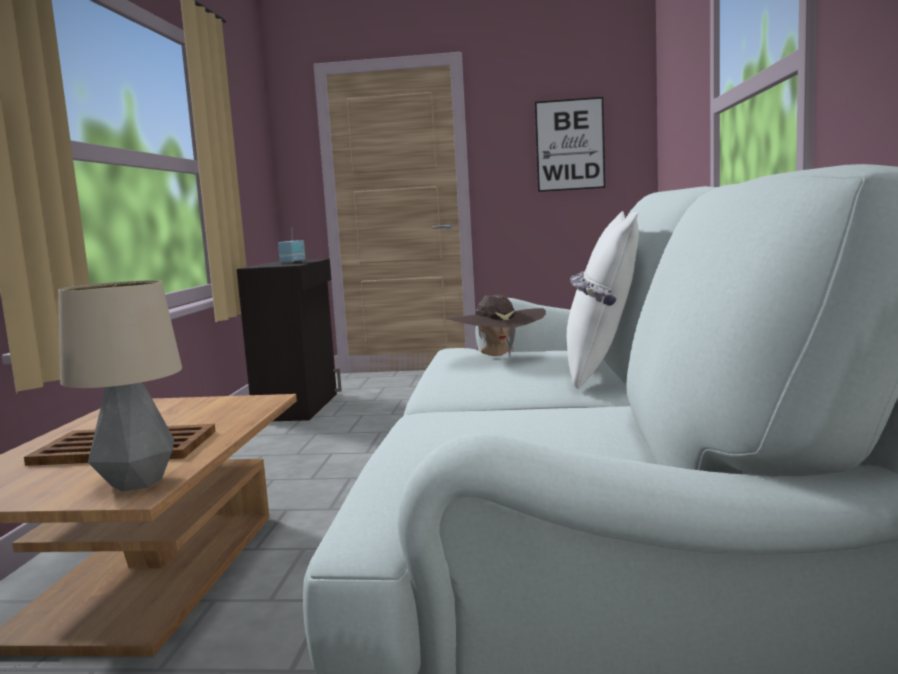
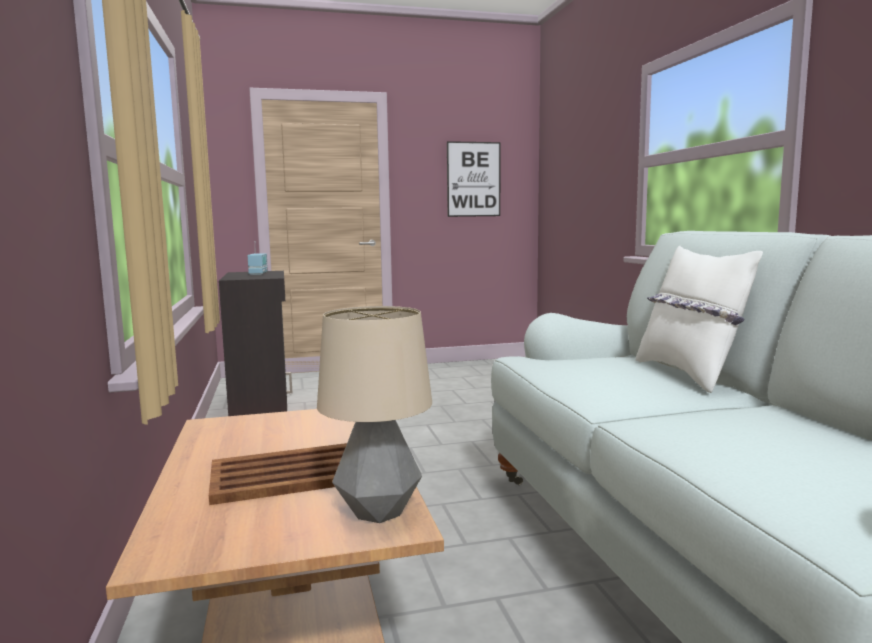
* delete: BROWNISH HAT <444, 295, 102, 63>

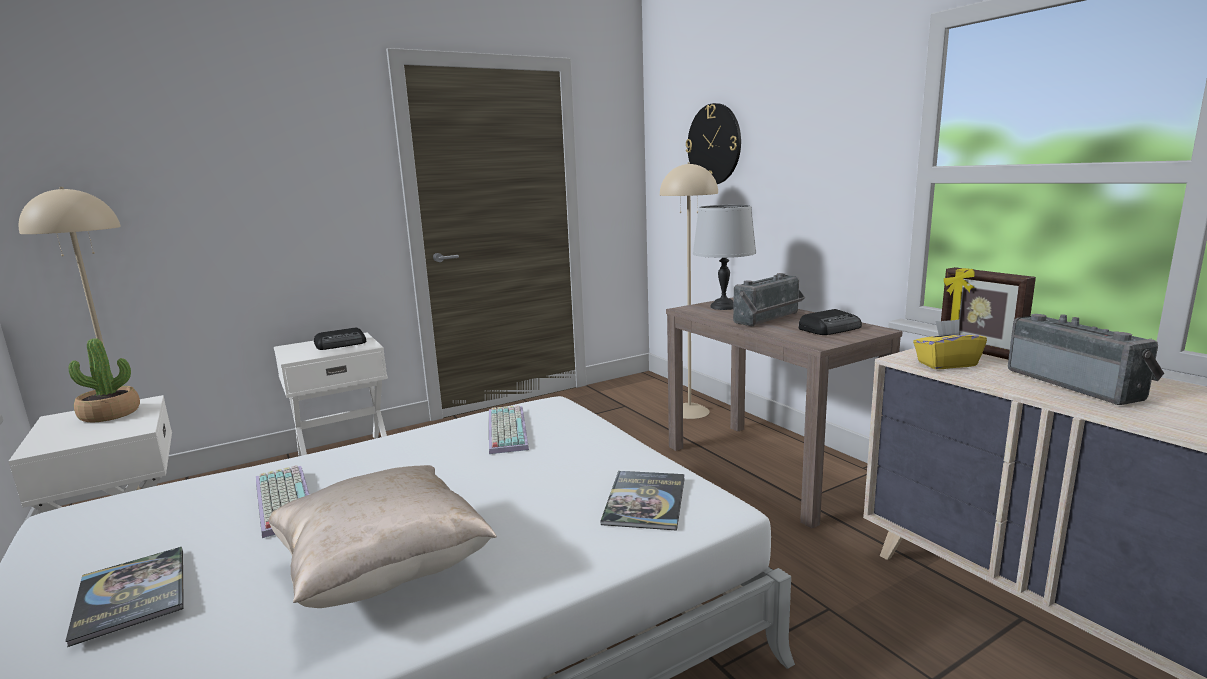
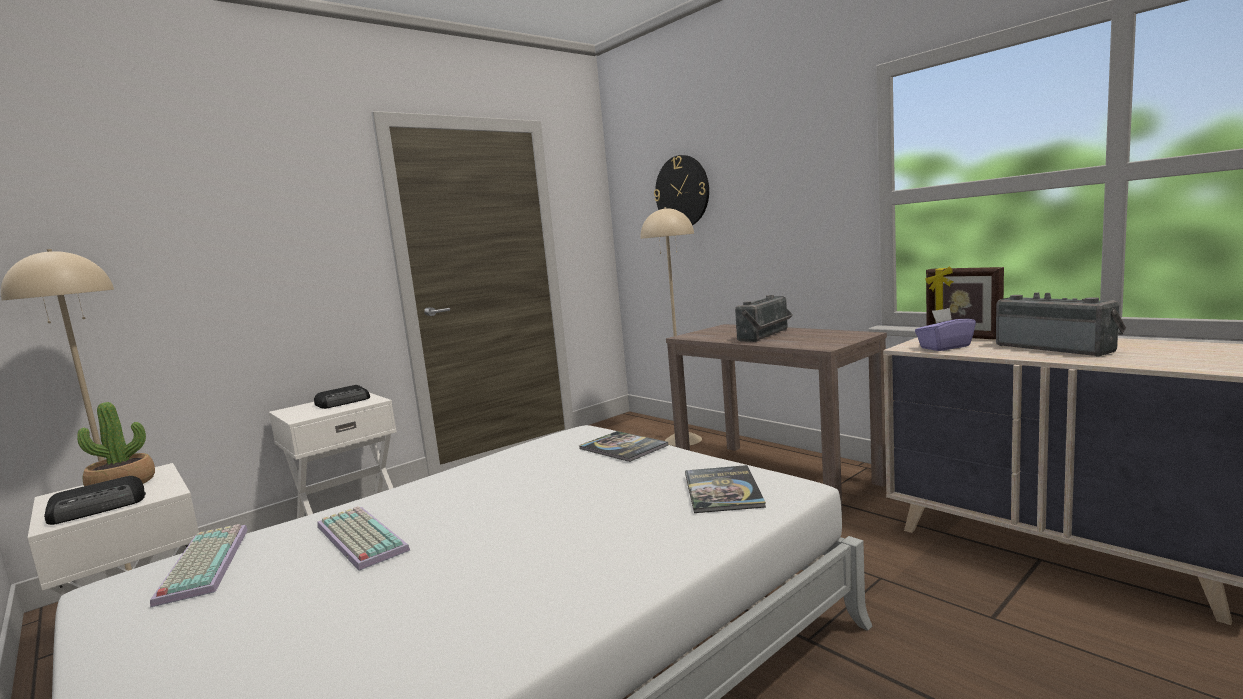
* delete: SAND-COLOURED PILLOW <269, 465, 228, 143>
* delete: GREY TABLETOP LAMP <693, 205, 63, 105>
* move: VOLUME <65, 547, 119, 100> to <579, 431, 89, 31>
* move: KEYBOARD <489, 405, 40, 49> to <150, 524, 98, 84>
* move: RADIO SET <799, 309, 63, 26> to <44, 476, 102, 49>
* recolor: YELLOWISH TISSUE BOX <913, 319, 74, 50> to PURPLISH TISSUE BOX <915, 308, 61, 43>

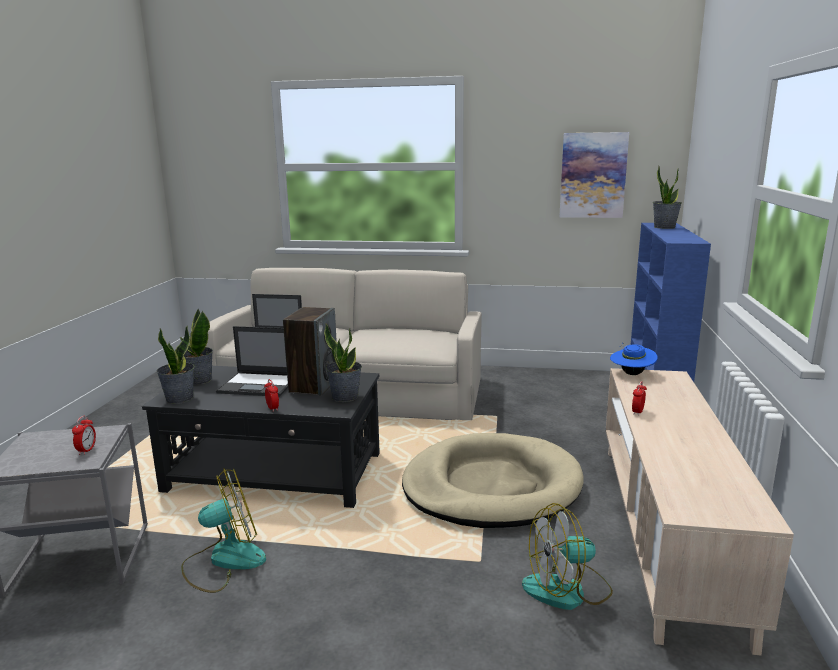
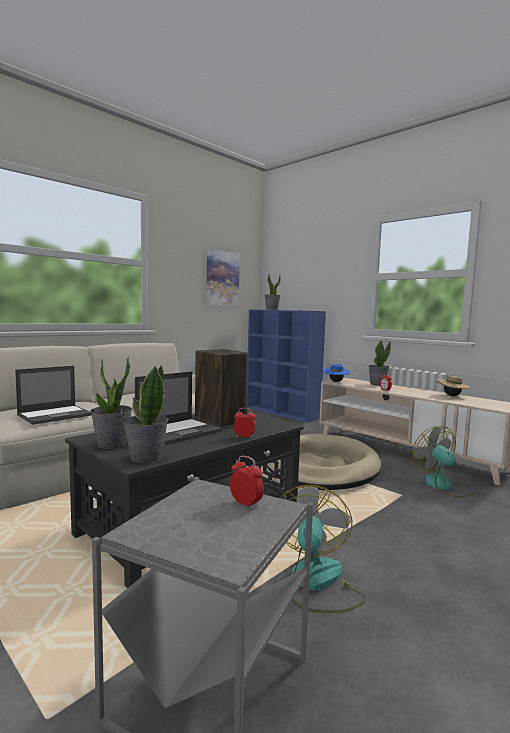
* insert: SAND-COLOURED HAT <437, 375, 33, 21>
* move: POTTED PLANT <324, 323, 38, 79> to <368, 340, 23, 46>
* rotate: COOLING FAN <522, 503, 91, 107> = <412, 426, 65, 72> 135 degrees clockwise

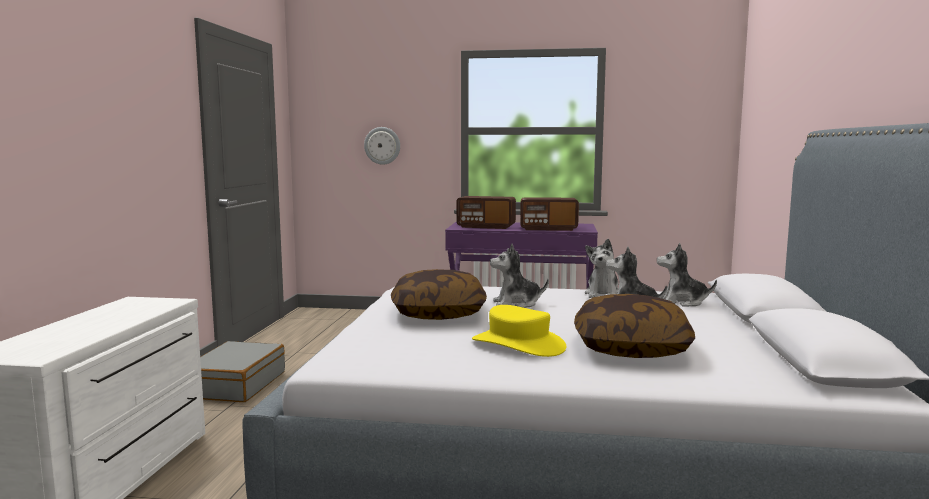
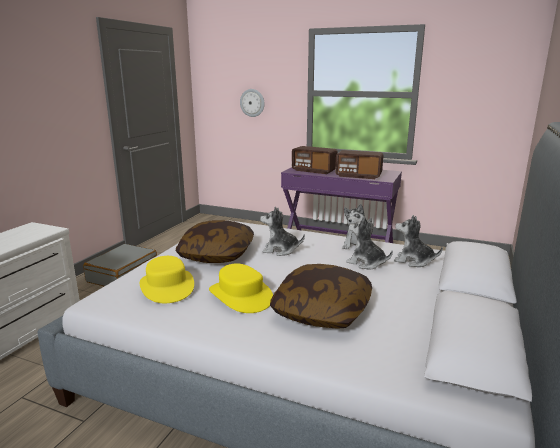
* insert: YELLOWISH HAT <140, 256, 54, 47>

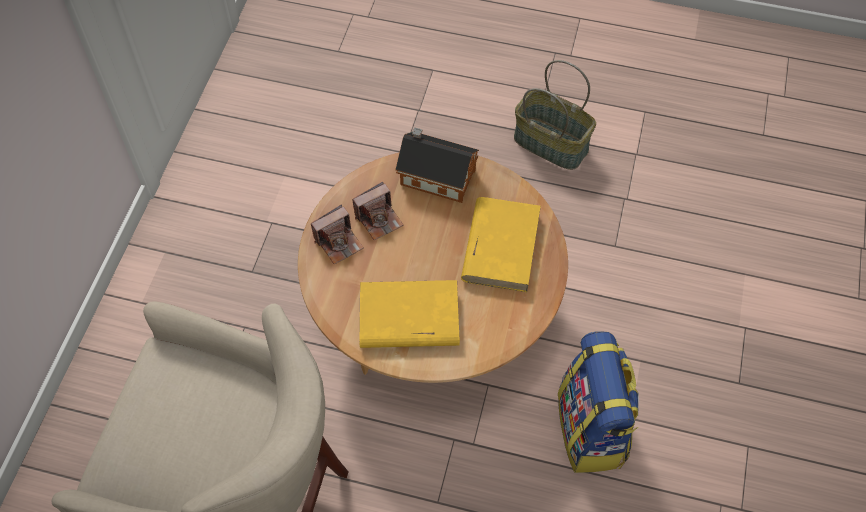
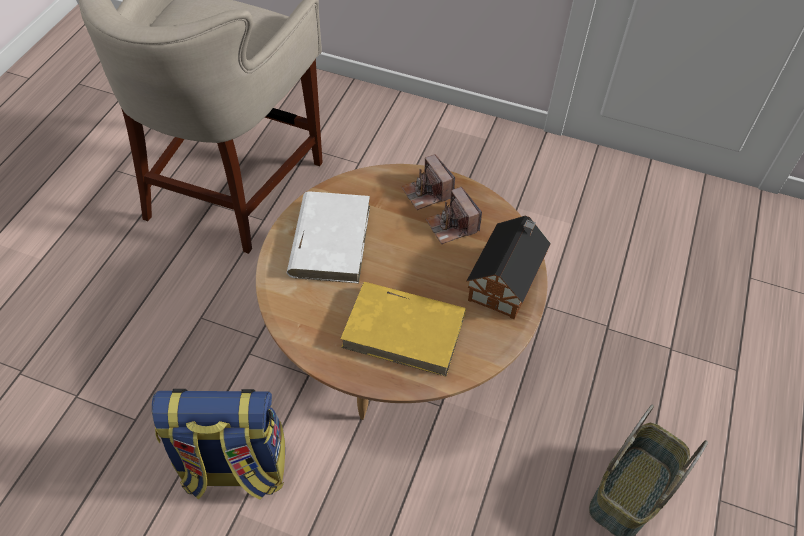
* recolor: YELLOWISH VOLUME <359, 280, 101, 68> to WHITE-COLOURED VOLUME <287, 191, 83, 92>

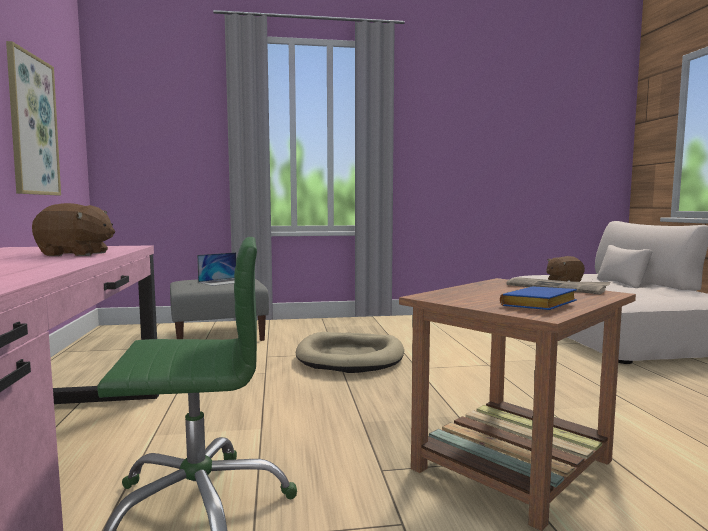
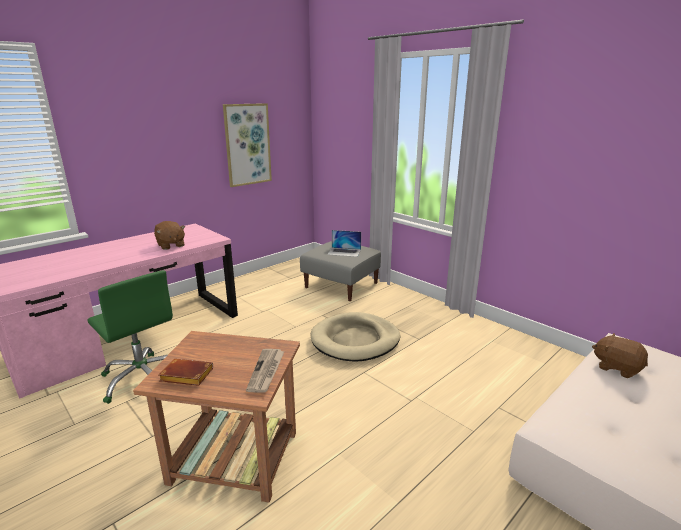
* recolor: BLUISH VOLUME <500, 286, 77, 24> to BROWNISH VOLUME <158, 359, 55, 27>

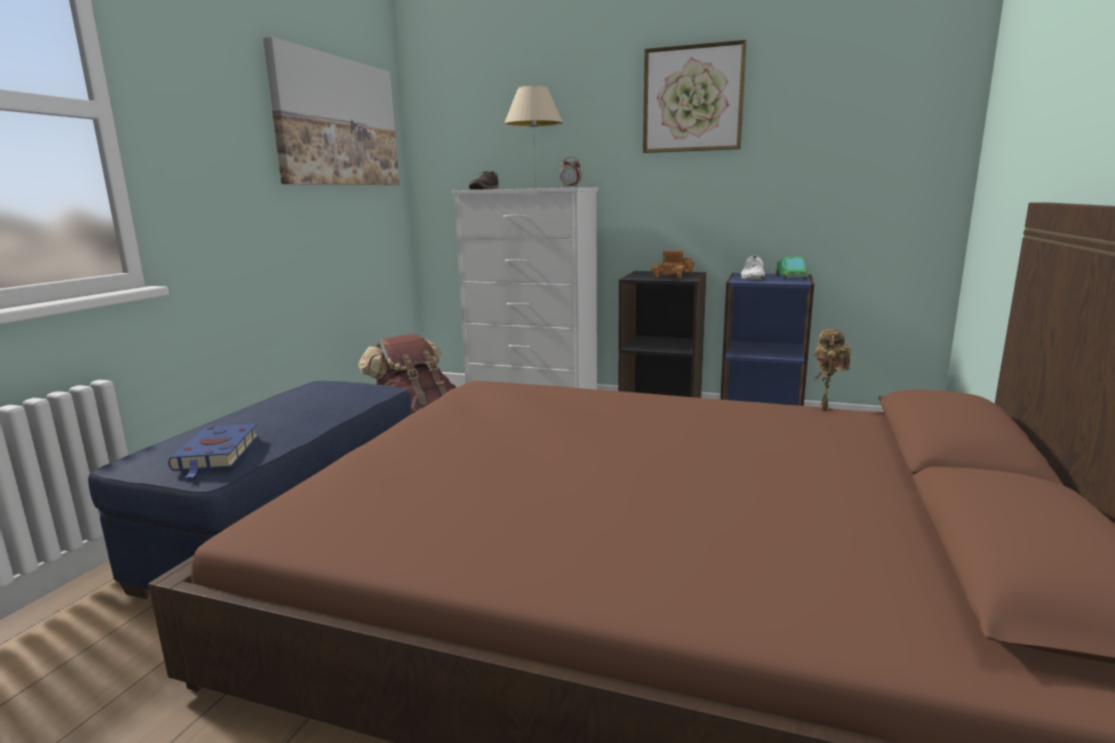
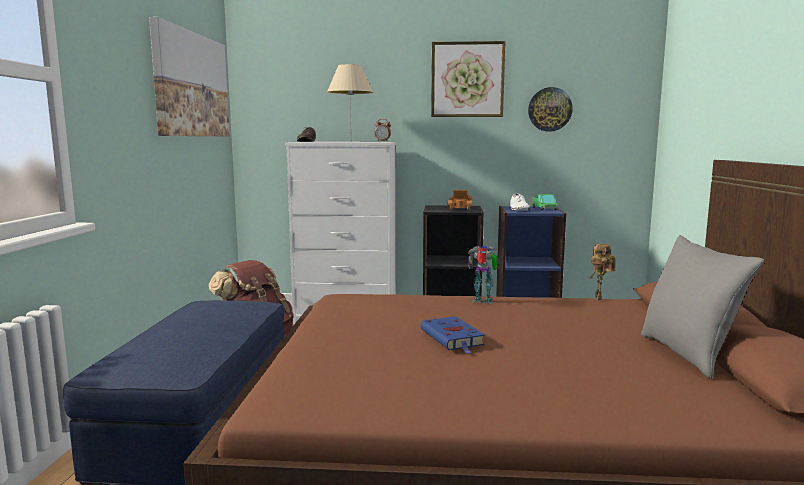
* insert: TOY ROBOT <468, 246, 30, 58>
* insert: CLOCK ON THE WALL <528, 87, 45, 45>
* insert: GREY PILLOW <641, 235, 123, 144>
* move: BLUISH VOLUME <168, 424, 91, 54> to <421, 316, 64, 38>

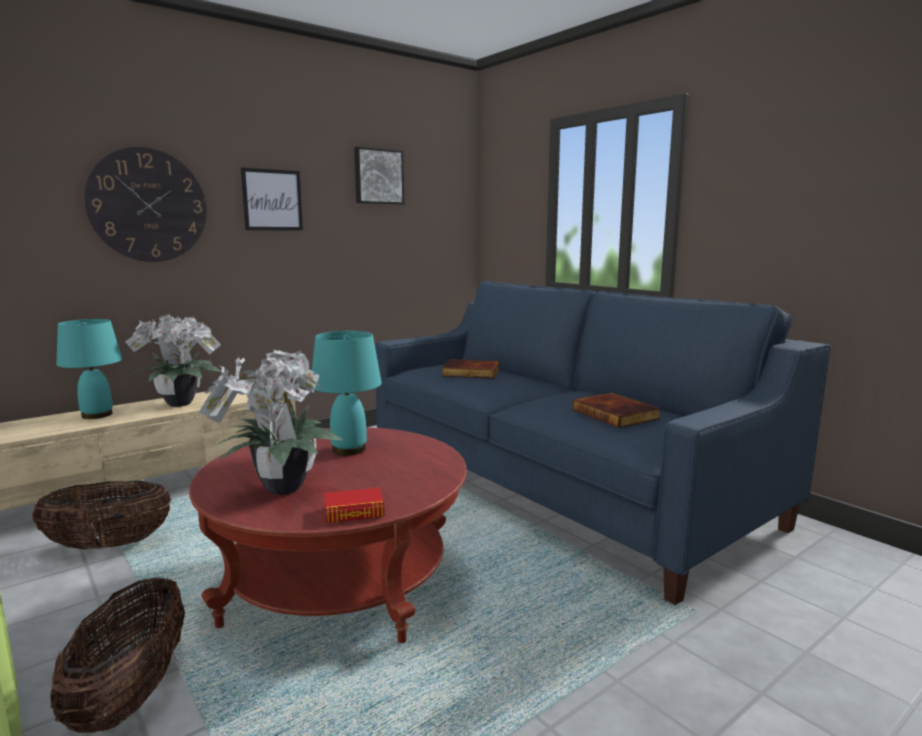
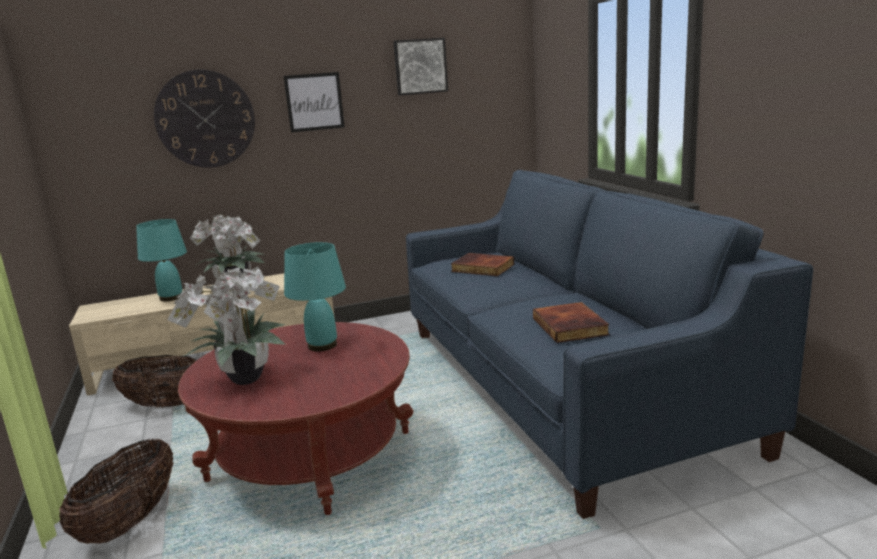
* delete: VOLUME <324, 487, 61, 36>

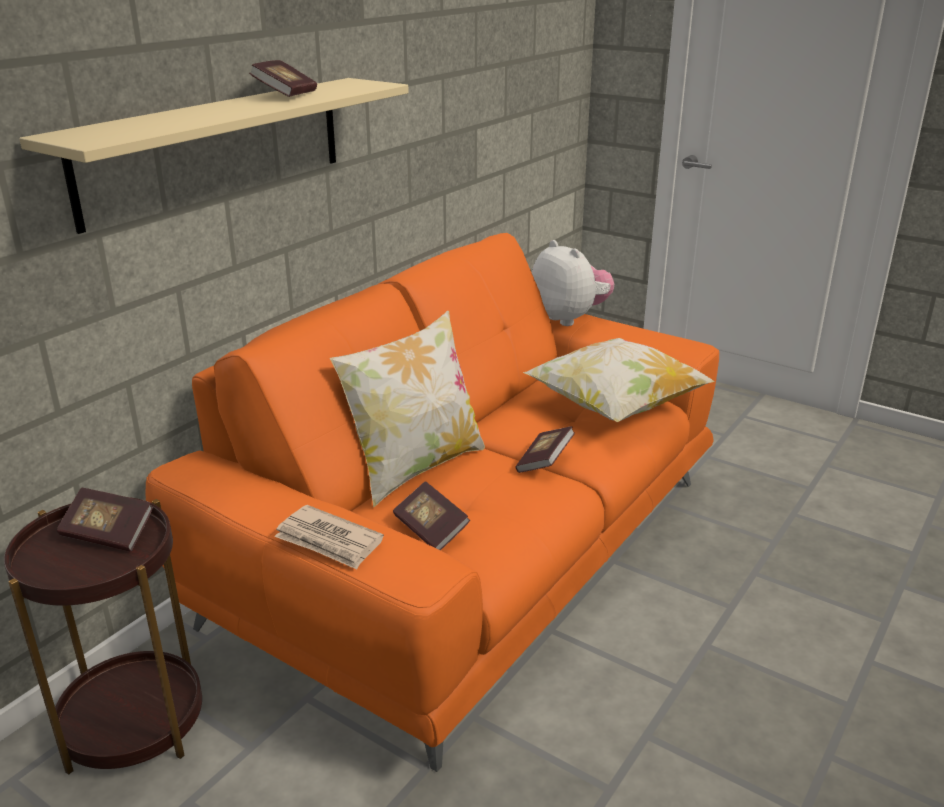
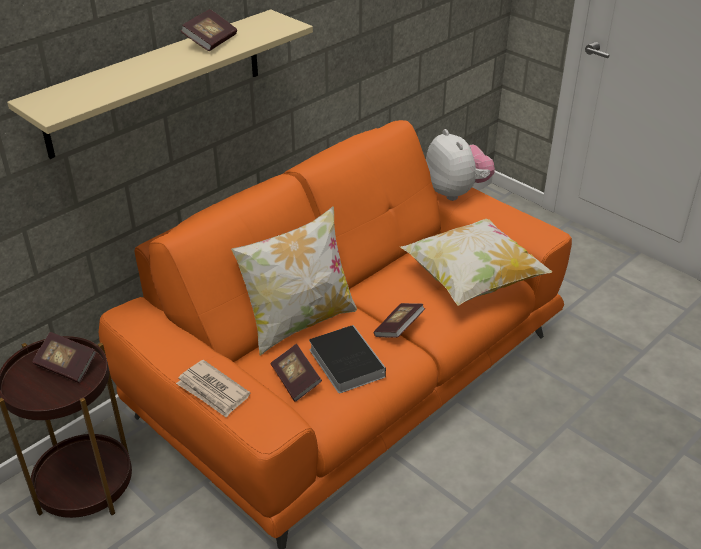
* insert: VOLUME <309, 325, 77, 68>

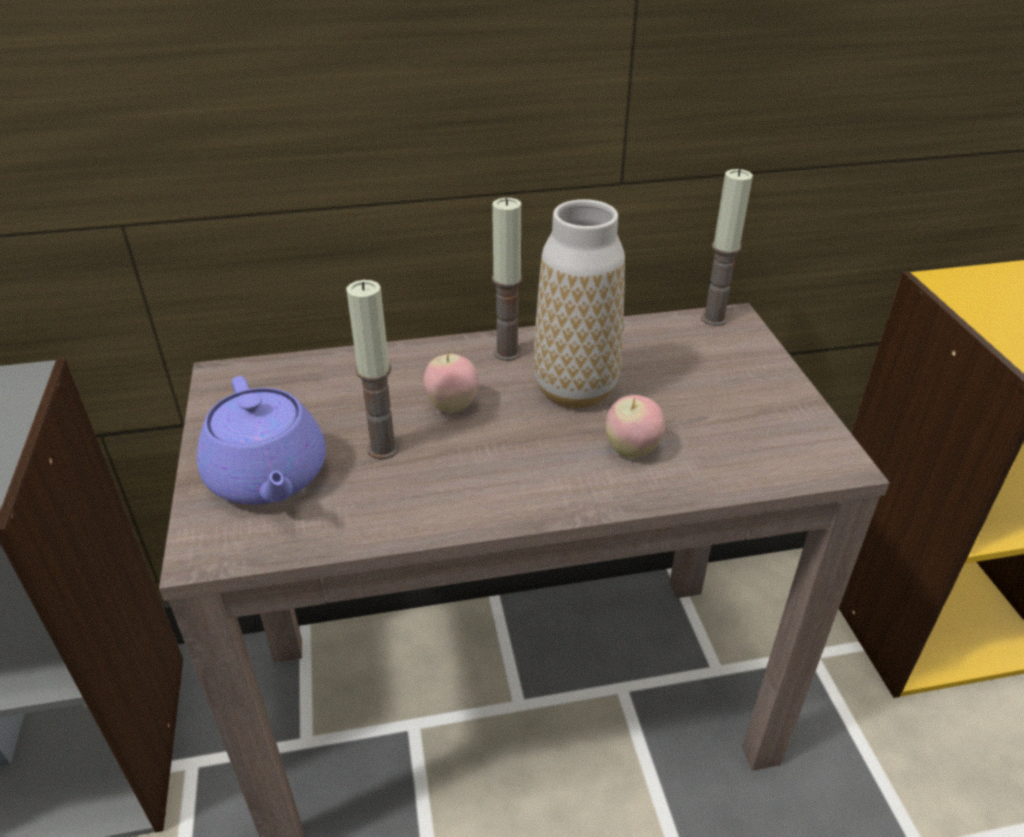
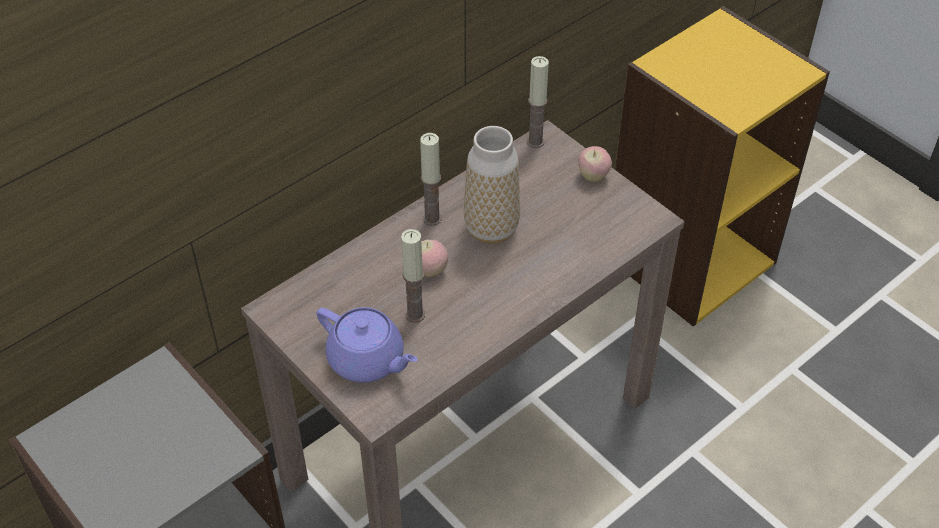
* move: APPLE FRUIT <606, 395, 59, 63> to <578, 146, 34, 36>

